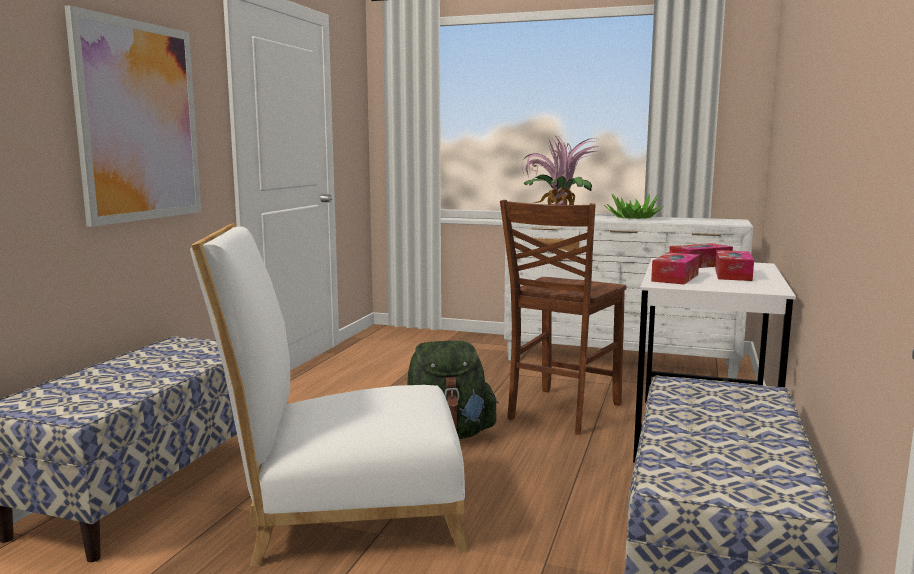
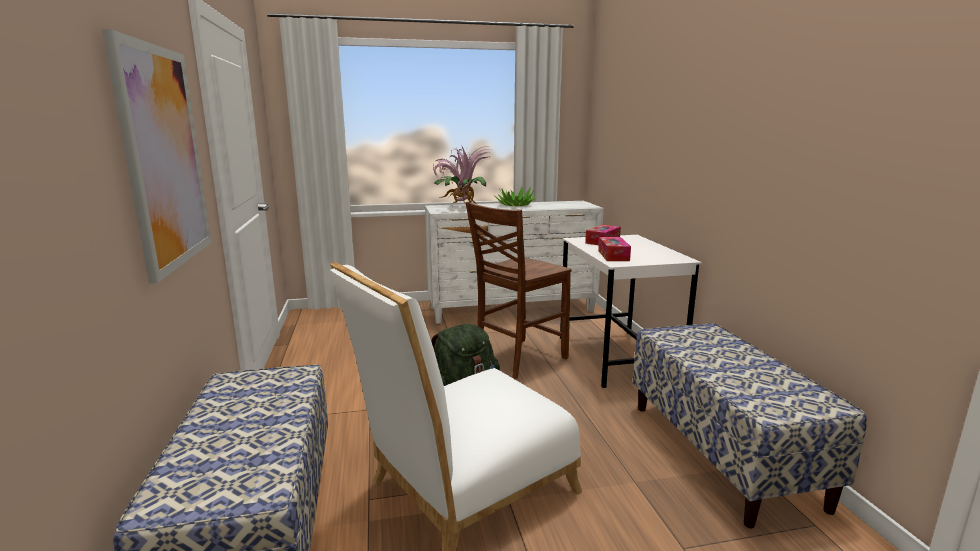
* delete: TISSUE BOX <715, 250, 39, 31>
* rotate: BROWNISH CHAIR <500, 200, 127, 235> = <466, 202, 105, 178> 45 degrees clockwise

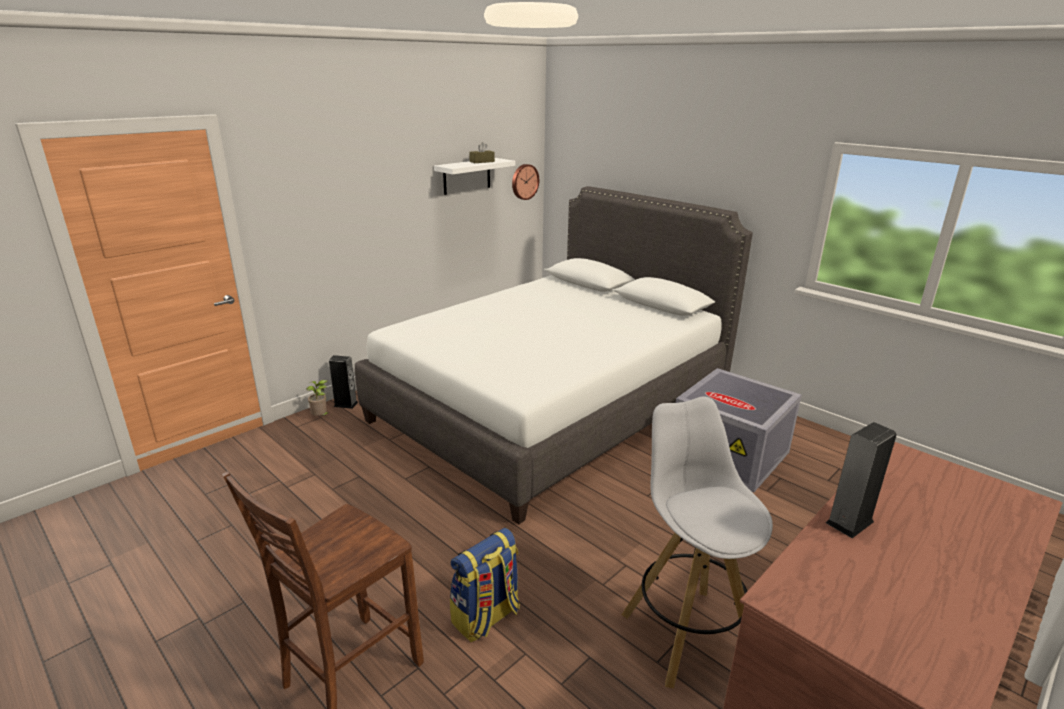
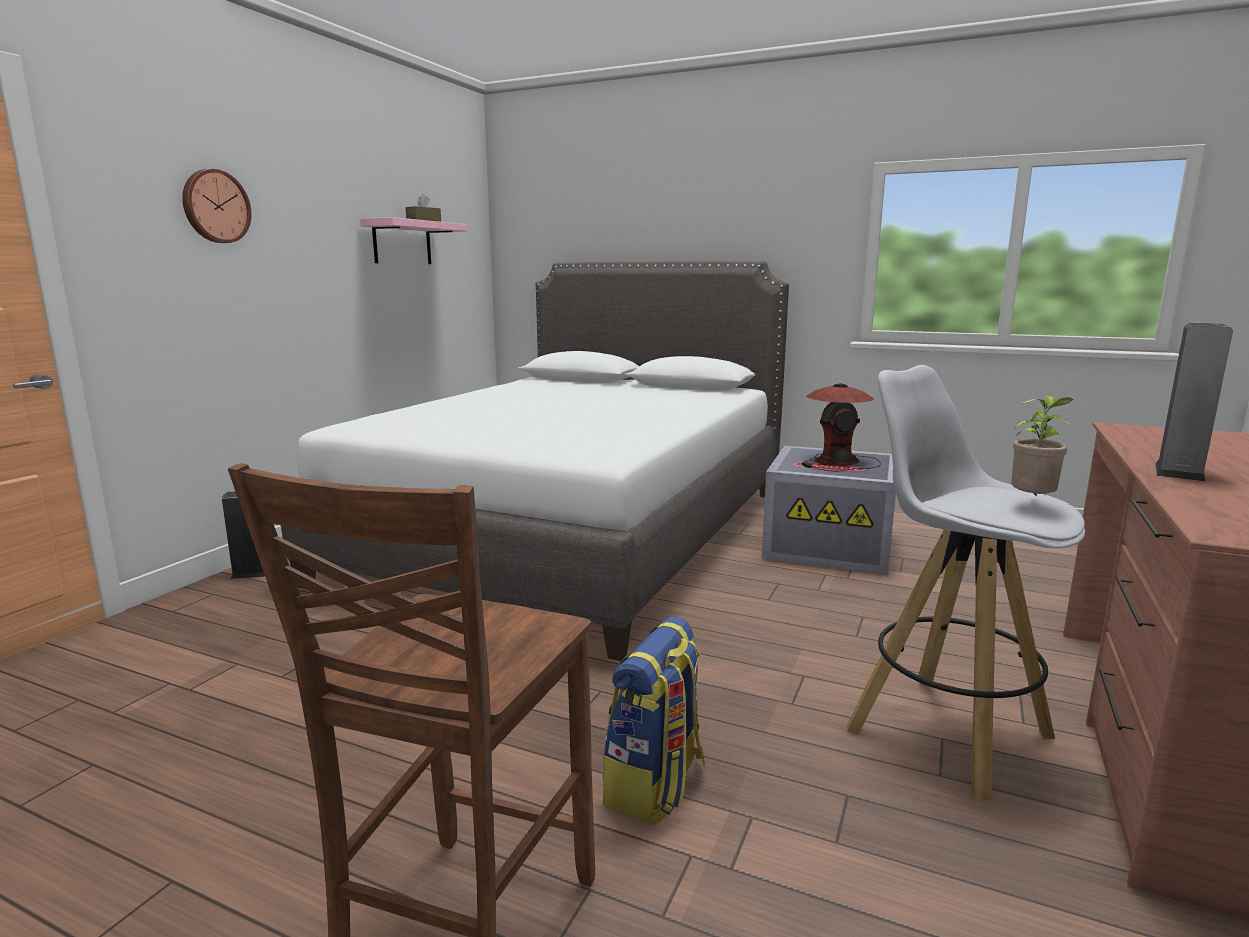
* insert: TABLETOP LAMP <802, 383, 79, 88>
* move: POTTED PLANT <306, 380, 22, 36> to <1011, 395, 62, 102>
* move: CLOCK ON THE WALL <512, 164, 27, 36> to <182, 169, 70, 74>
* recolor: WHITE-COLOURED WALL SHELF <434, 158, 81, 37> to PINKISH WALL SHELF <360, 217, 107, 47>

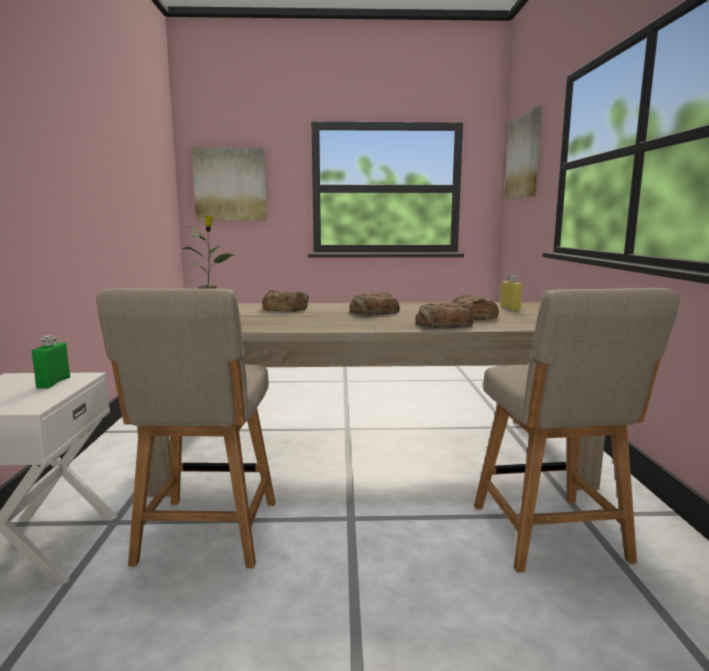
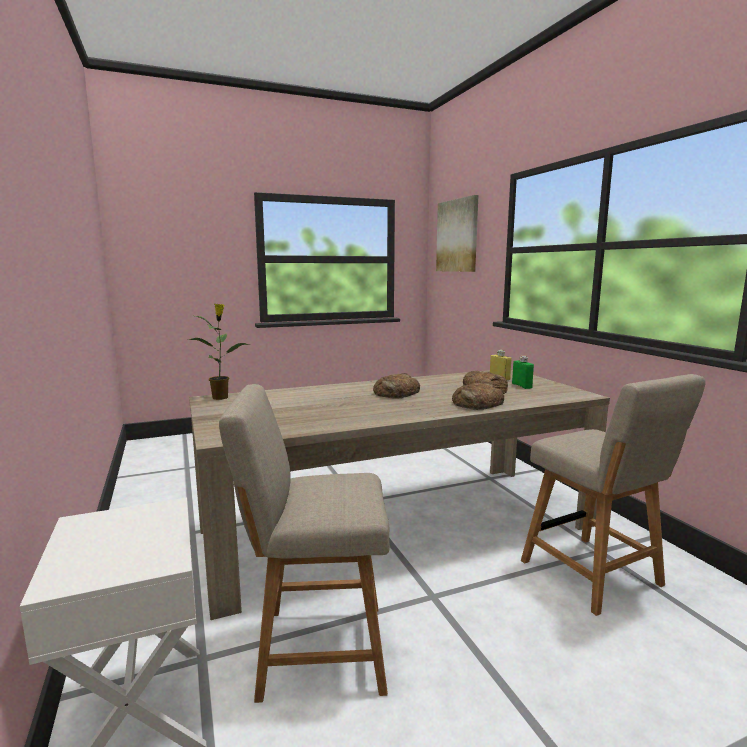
* delete: PICTURE <192, 147, 75, 73>
* delete: BAKERY BREAD <262, 290, 47, 22>
* move: GREEN DRINK BOTTLE <32, 335, 38, 53> to <512, 356, 22, 33>
* rotate: SAND-COLOURED CHAIR <96, 288, 180, 280> = <219, 384, 171, 319> 105 degrees clockwise

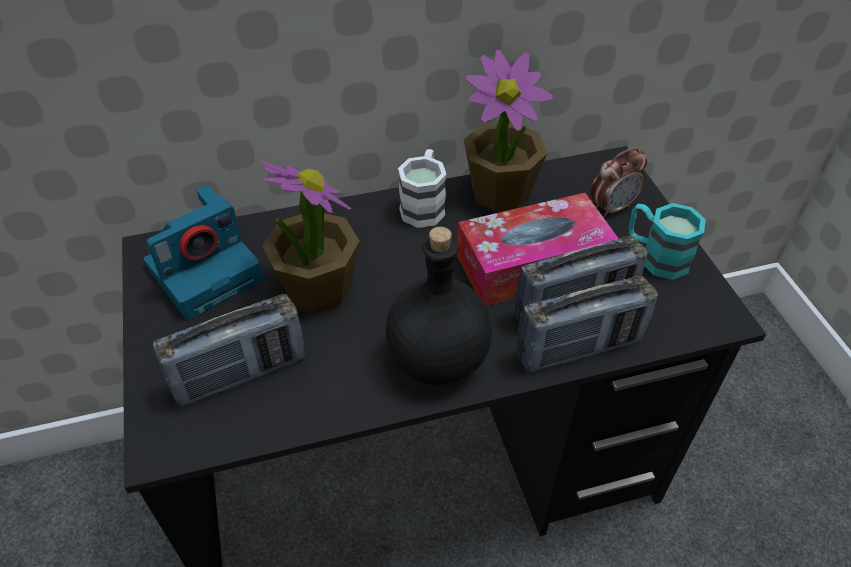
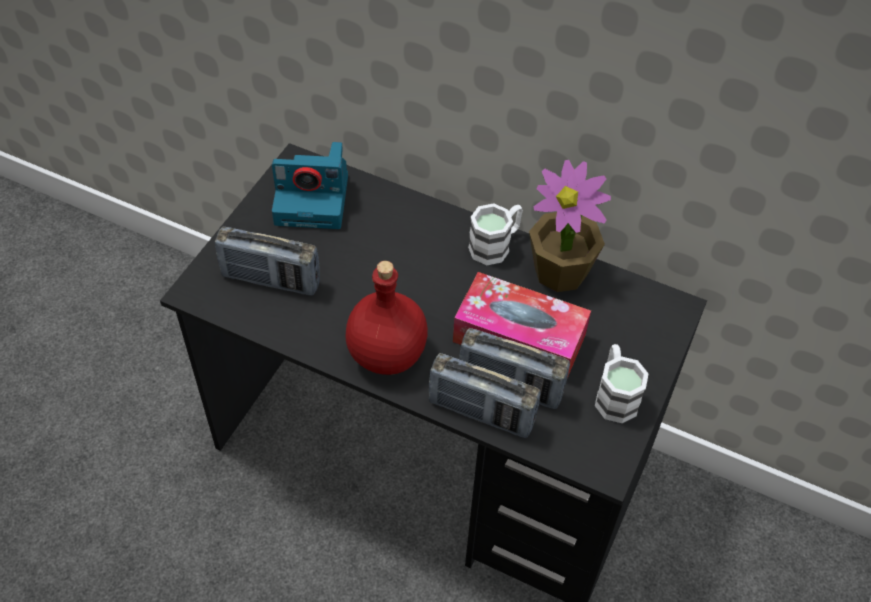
* delete: POTTED PLANT <258, 160, 102, 154>
* delete: TABLE CLOCK <590, 147, 57, 71>
* recolor: BLACK DRINK BOTTLE <386, 227, 106, 158> to RED-COLOURED DRINK BOTTLE <345, 261, 83, 114>
* recolor: TURQUOISE MUG <628, 203, 78, 77> to WHITE-COLOURED MUG <595, 344, 54, 79>

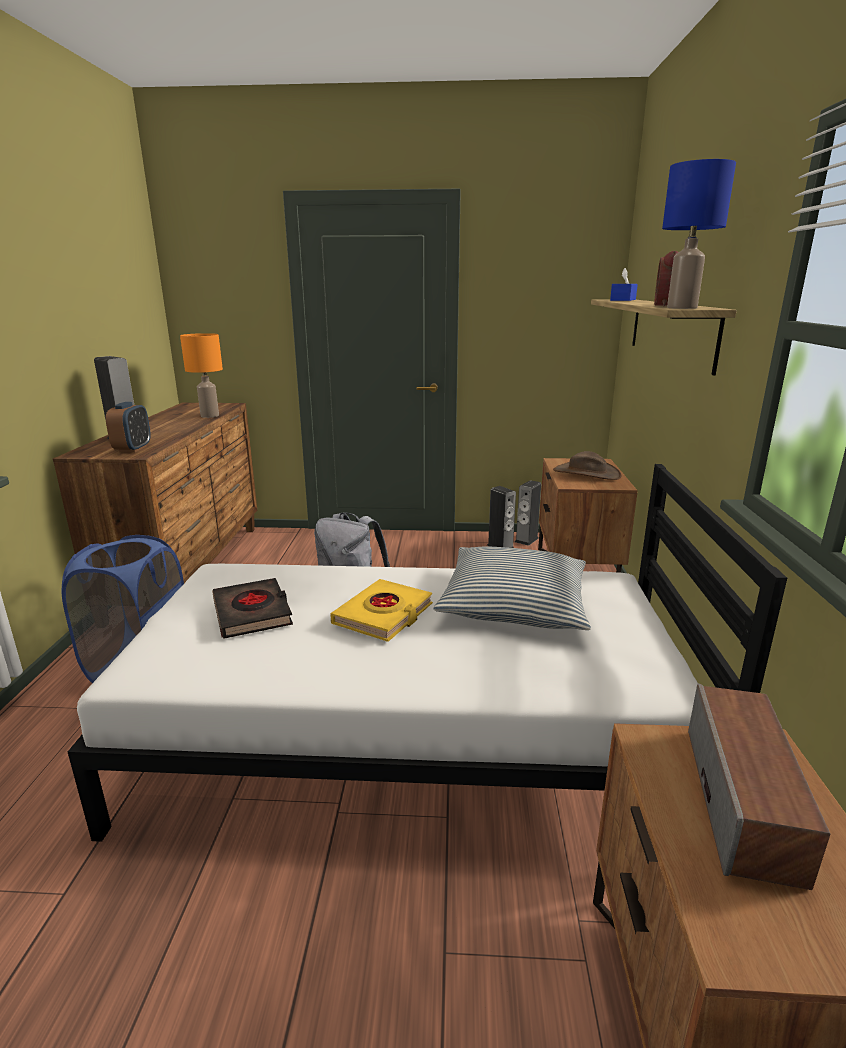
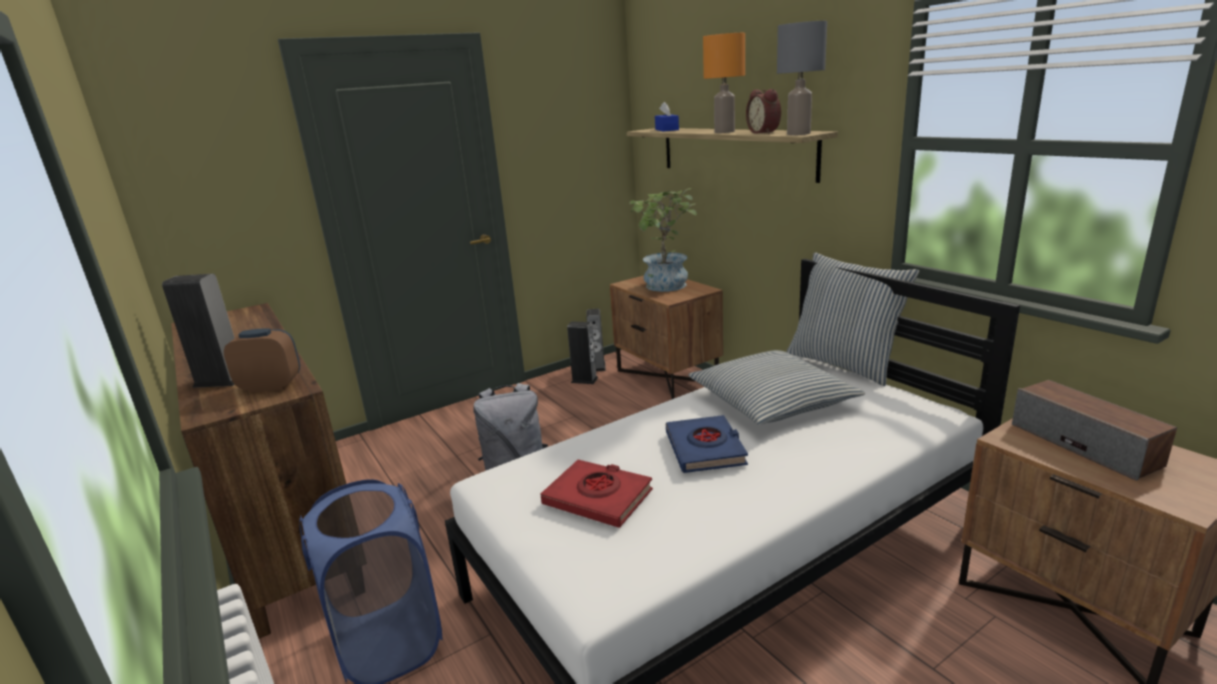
* insert: PILLOW <786, 252, 133, 134>
* move: ORANGE-COLOURED TABLETOP LAMP <180, 333, 43, 85> to <703, 33, 42, 100>
* replace: BROWNISH HAT <553, 451, 68, 29> to POTTED PLANT <629, 188, 68, 104>
* recolor: BLACK VOLUME <212, 578, 81, 61> to RED-COLOURED VOLUME <540, 460, 113, 68>
* recolor: YELLOWISH VOLUME <330, 579, 103, 63> to BLUISH VOLUME <666, 415, 82, 58>
* recolor: BLUISH TABLETOP LAMP <662, 159, 74, 150> to GREY TABLETOP LAMP <777, 21, 50, 114>
* rotate: TABLE CLOCK <106, 402, 45, 51> = <224, 328, 76, 65> 60 degrees counterclockwise

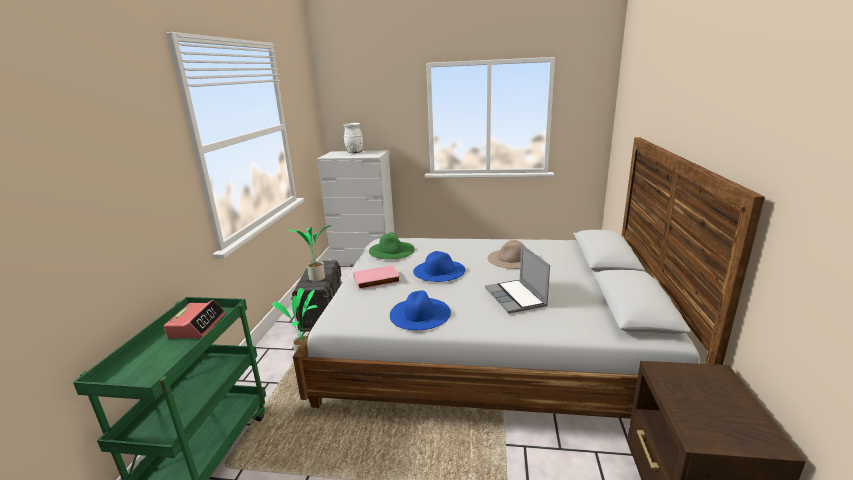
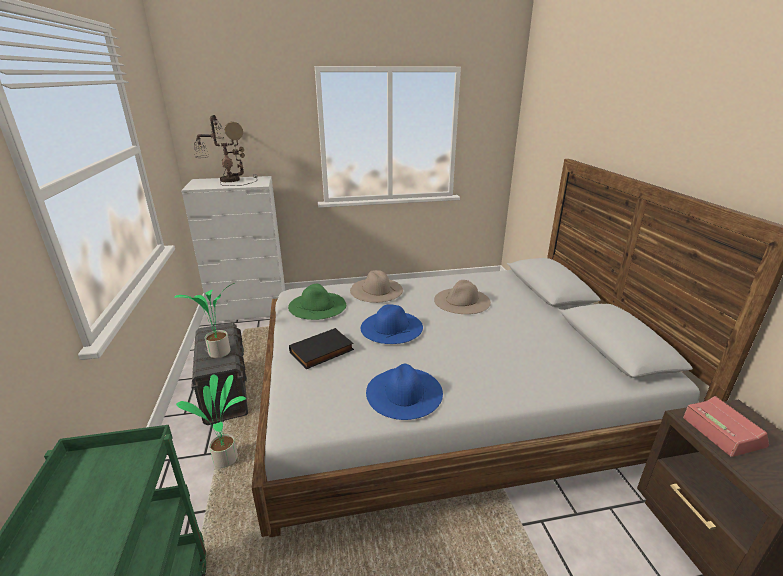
* delete: LAPTOP <485, 244, 65, 70>
* insert: SAND-COLOURED HAT <350, 270, 53, 33>
* move: TABLE CLOCK <164, 300, 62, 38> to <683, 396, 86, 61>
* replace: WHITE-COLOURED DECORATIVE VASE <343, 123, 20, 30> to TABLETOP LAMP <194, 115, 64, 71>
* recolor: PINKISH VOLUME <353, 265, 48, 24> to BLACK VOLUME <289, 328, 65, 41>

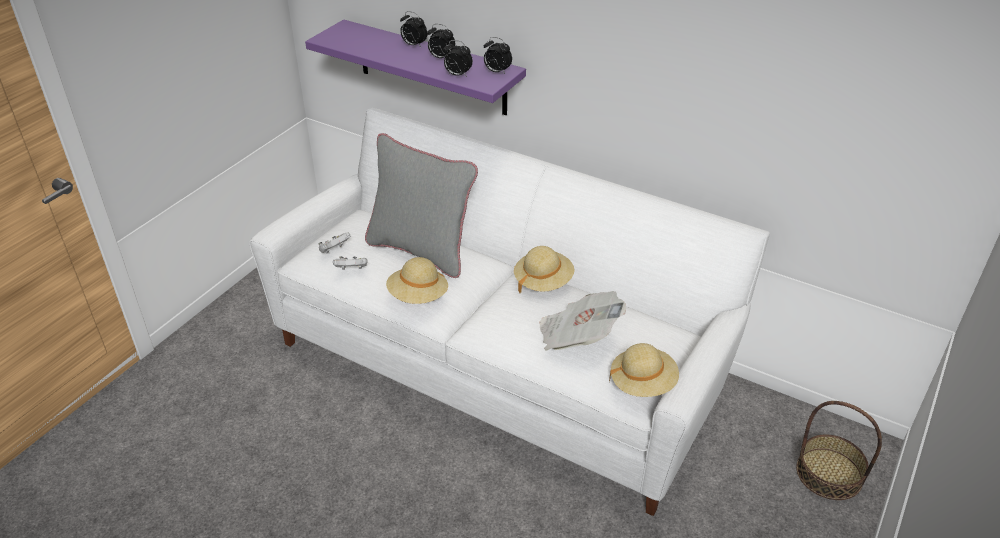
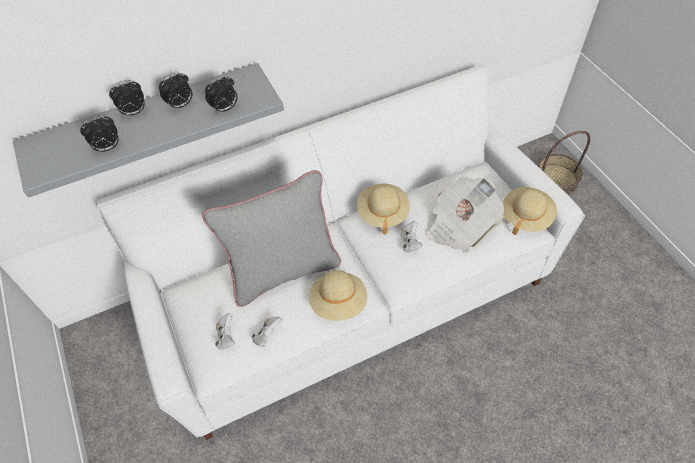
* insert: WHITE-COLOURED GAMEPAD <401, 221, 22, 31>
* move: TABLE CLOCK <484, 37, 28, 37> to <80, 115, 39, 37>
* recolor: PURPLISH WALL SHELF <305, 20, 221, 95> to GREY WALL SHELF <13, 63, 271, 135>

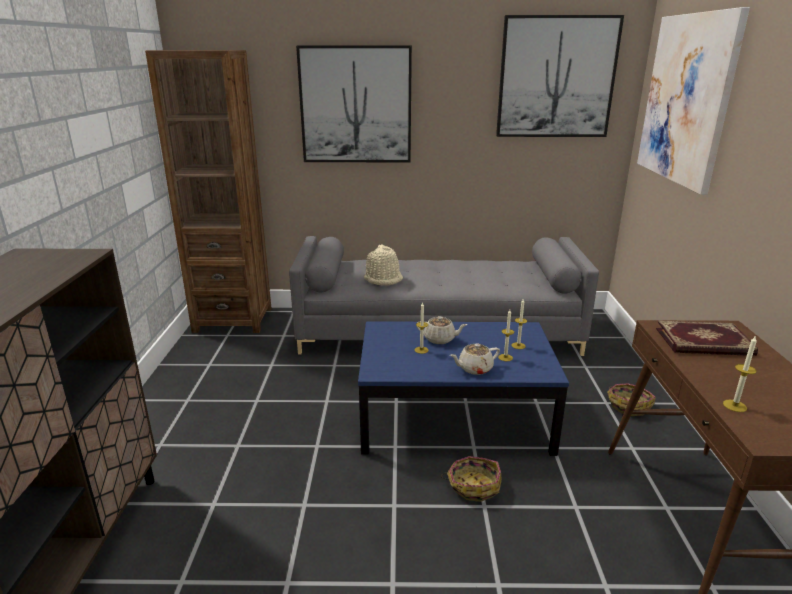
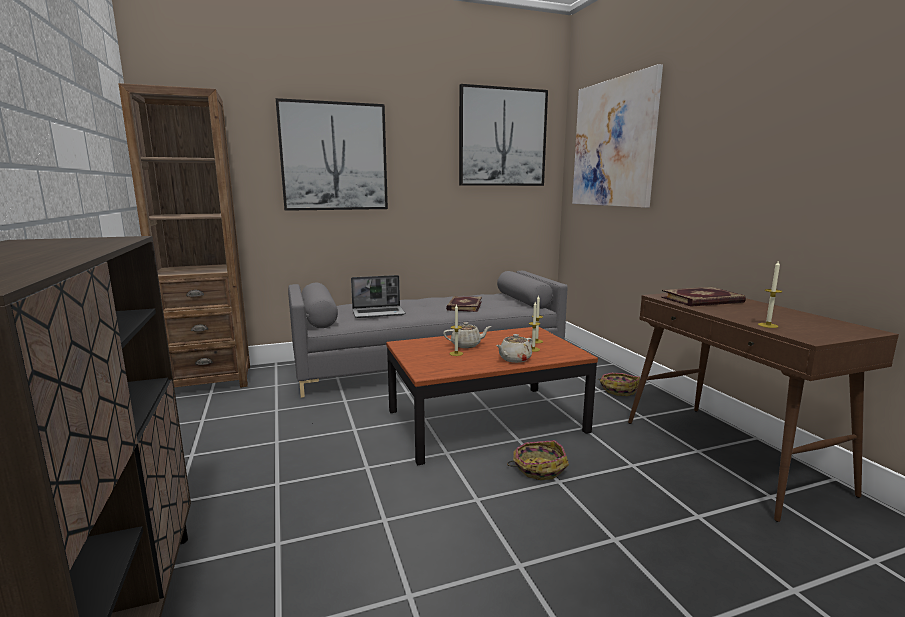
* insert: VOLUME <446, 296, 36, 16>
* replace: SAND-COLOURED HAT <364, 244, 39, 42> to LAPTOP <351, 275, 55, 43>
* recolor: BLUISH LOW TABLE <358, 321, 211, 135> to BROWNISH LOW TABLE <386, 327, 212, 138>

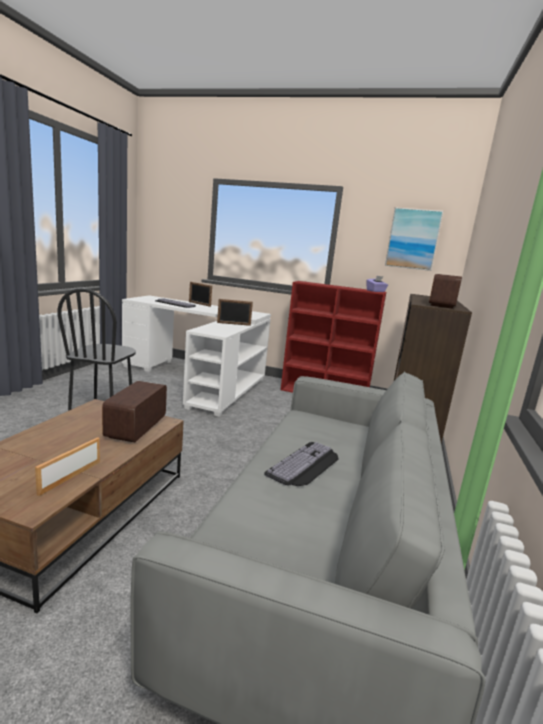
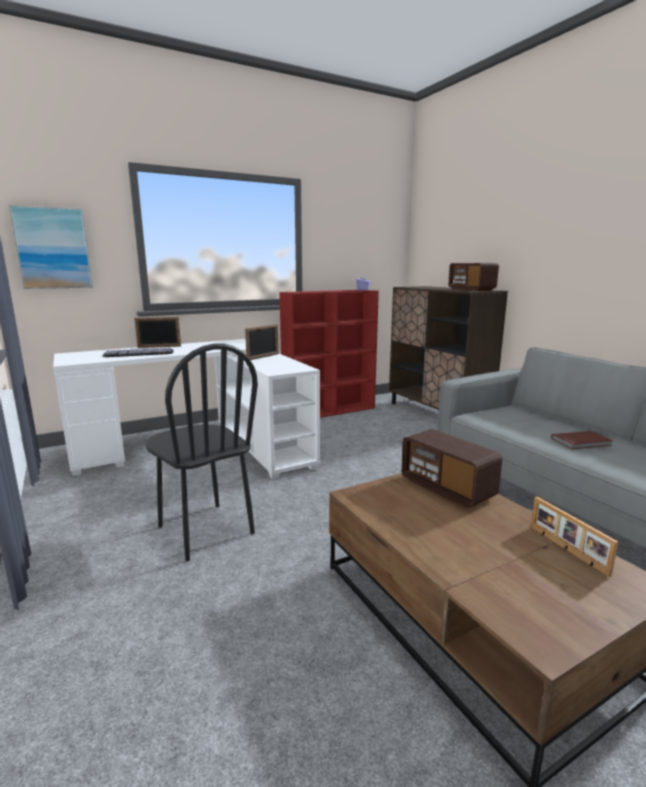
* move: PICTURE <385, 207, 58, 64> to <9, 205, 84, 84>
* replace: KEYBOARD <264, 442, 75, 44> to BROWNISH VOLUME <551, 431, 62, 19>

